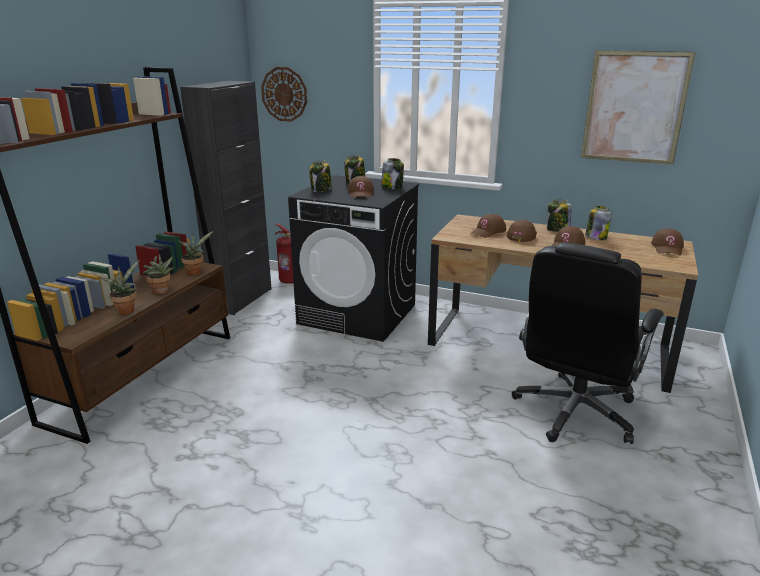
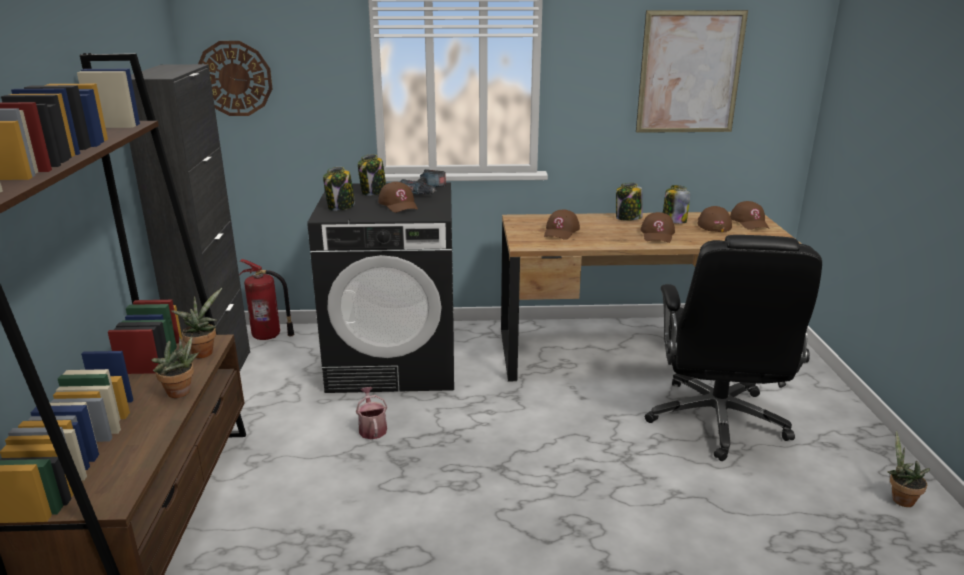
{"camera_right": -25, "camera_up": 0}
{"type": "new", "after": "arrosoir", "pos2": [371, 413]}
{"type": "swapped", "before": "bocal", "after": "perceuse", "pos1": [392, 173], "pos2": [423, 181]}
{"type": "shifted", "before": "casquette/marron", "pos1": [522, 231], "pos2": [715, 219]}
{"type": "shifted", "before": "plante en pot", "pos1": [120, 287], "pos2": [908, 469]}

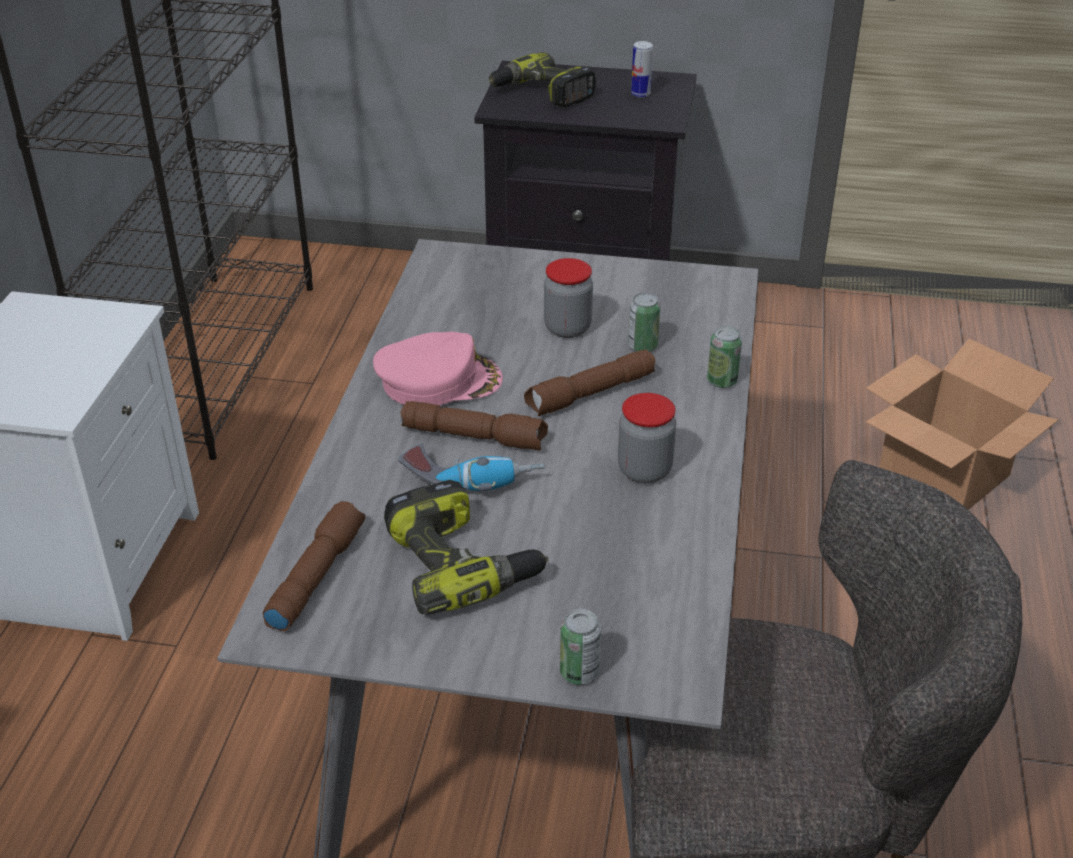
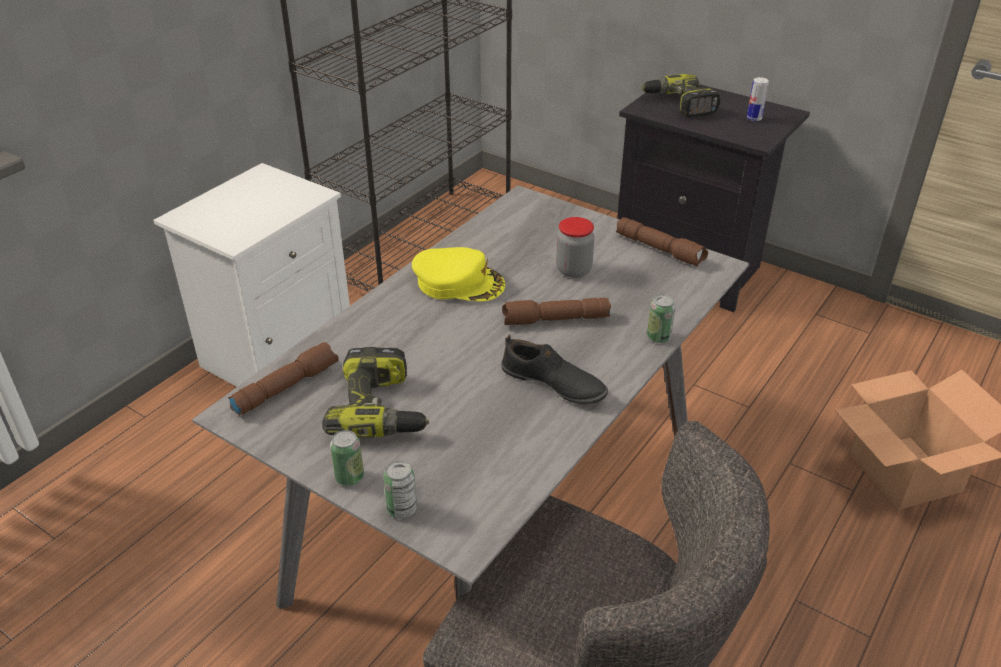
{"camera_right": 25, "camera_up": 0}
{"type": "shifted", "before": "boîte métallique", "pos1": [644, 322], "pos2": [347, 458]}
{"type": "repainted", "before": "casquette/rose", "after": "casquette/jaune", "pos1": [438, 368], "pos2": [458, 274]}
{"type": "swapped", "before": "bocal", "after": "chaussure/noir", "pos1": [647, 438], "pos2": [554, 369]}
{"type": "shifted", "before": "lampe de poche/marron", "pos1": [474, 425], "pos2": [662, 241]}
{"type": "gone", "before": "perceuse", "pos1": [471, 467]}

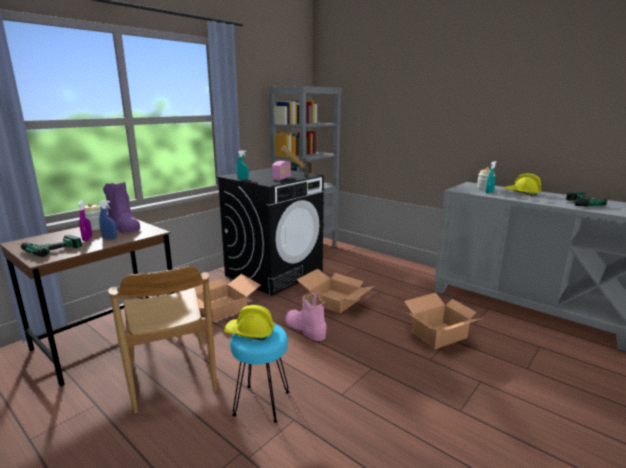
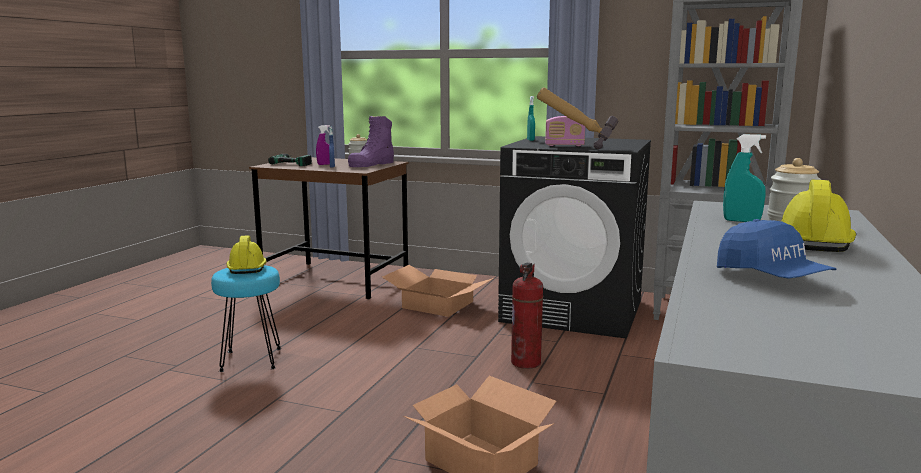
{"camera_right": 70, "camera_up": -5}
{"type": "swapped", "before": "carton", "after": "extincteur", "pos1": [336, 291], "pos2": [527, 316]}
{"type": "swapped", "before": "perceuse", "after": "casquette/bleu", "pos1": [586, 199], "pos2": [776, 249]}
{"type": "gone", "before": "chaise/marron", "pos1": [162, 340]}
{"type": "gone", "before": "botte/rose", "pos1": [305, 317]}

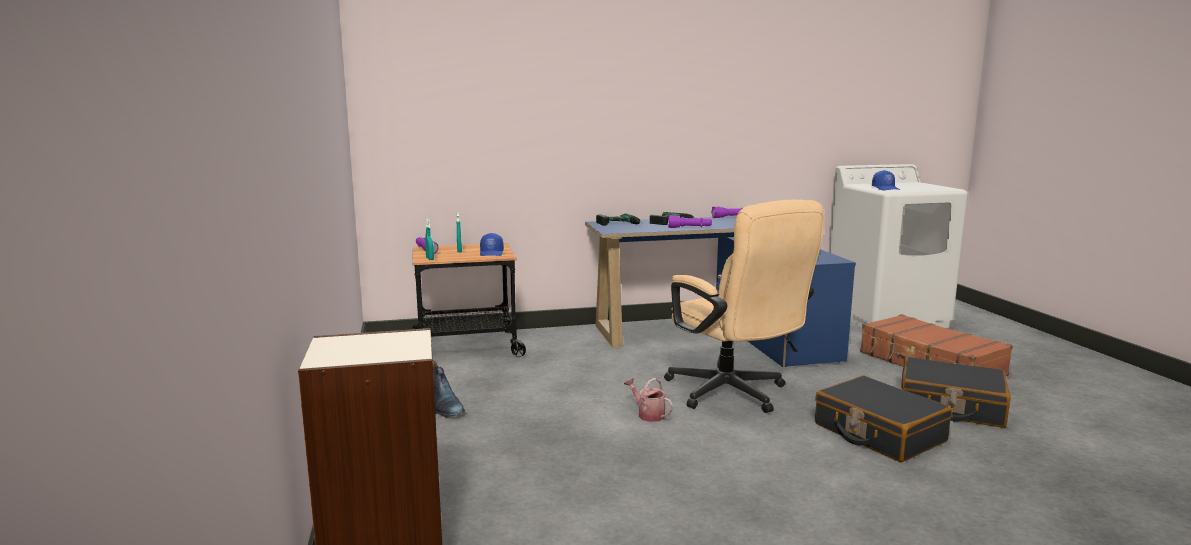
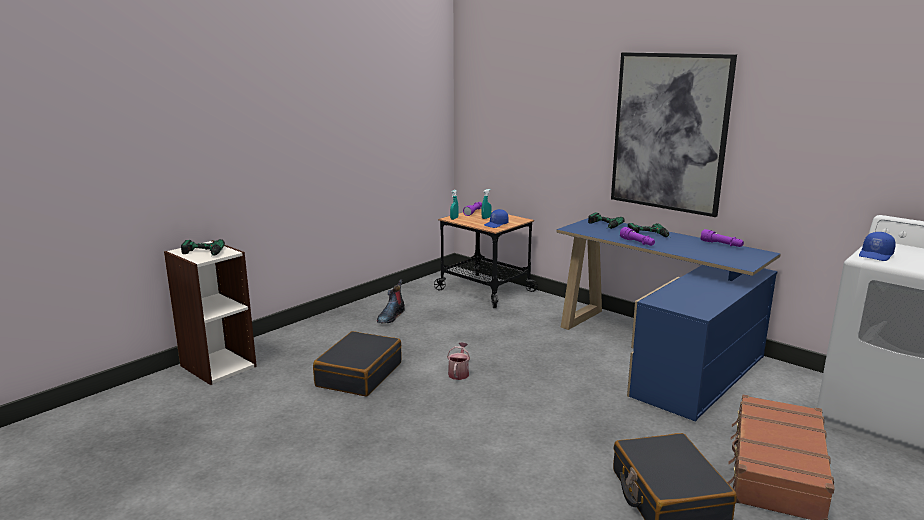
{"camera_right": 55, "camera_up": 5}
{"type": "new", "after": "perceuse", "pos2": [203, 247]}
{"type": "shifted", "before": "valise/noir", "pos1": [883, 419], "pos2": [357, 363]}
{"type": "new", "after": "tableau", "pos2": [674, 134]}
{"type": "gone", "before": "chaise de bureau/beige", "pos1": [744, 306]}

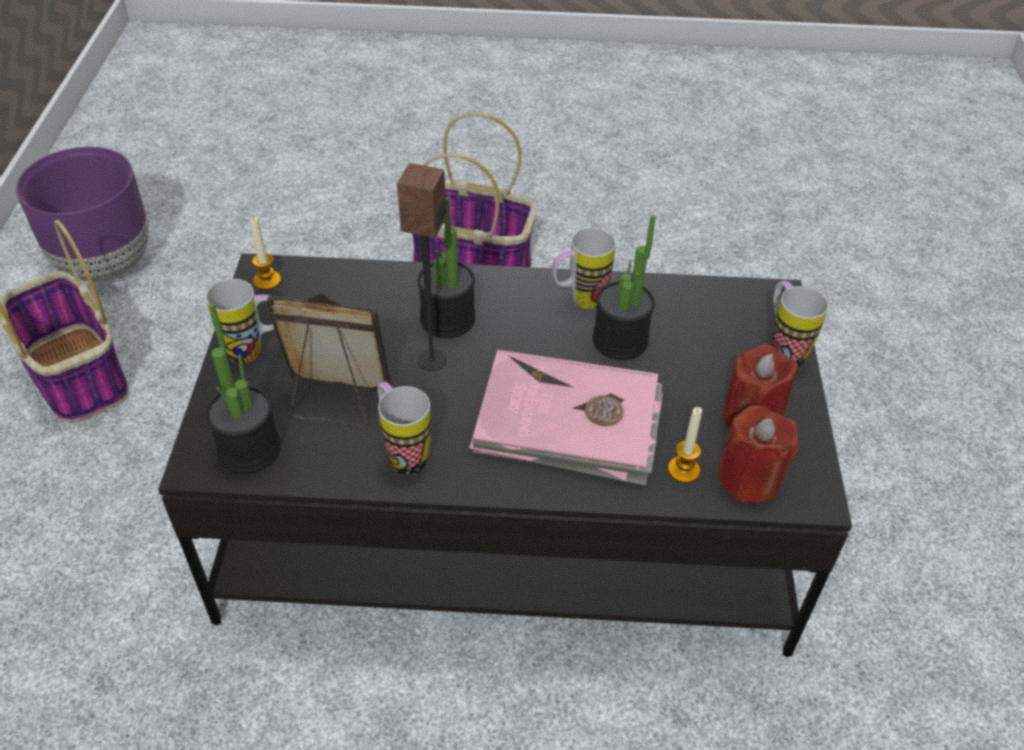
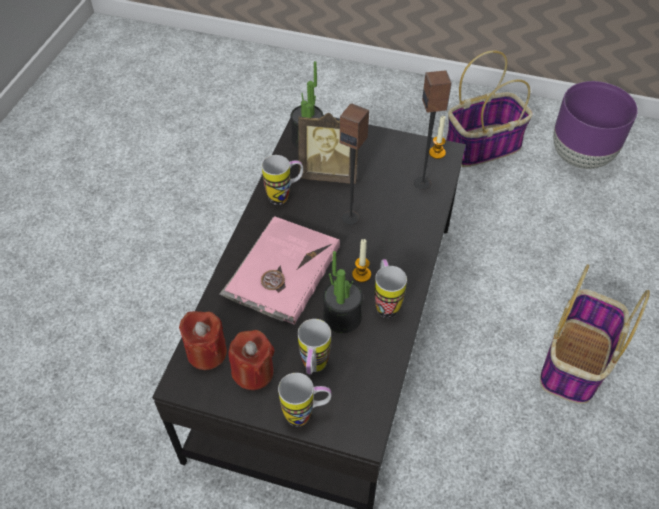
{"camera_right": 105, "camera_up": 5}
{"type": "rotated", "before": "cadre photo", "pos1": [328, 360], "pos2": [328, 148], "turn": 75}
{"type": "shifted", "before": "mug", "pos1": [240, 321], "pos2": [314, 346]}
{"type": "shifted", "before": "bougie", "pos1": [685, 445], "pos2": [361, 260]}
{"type": "new", "after": "enceinte", "pos2": [433, 130]}
{"type": "gone", "before": "plante en pot", "pos1": [446, 267]}

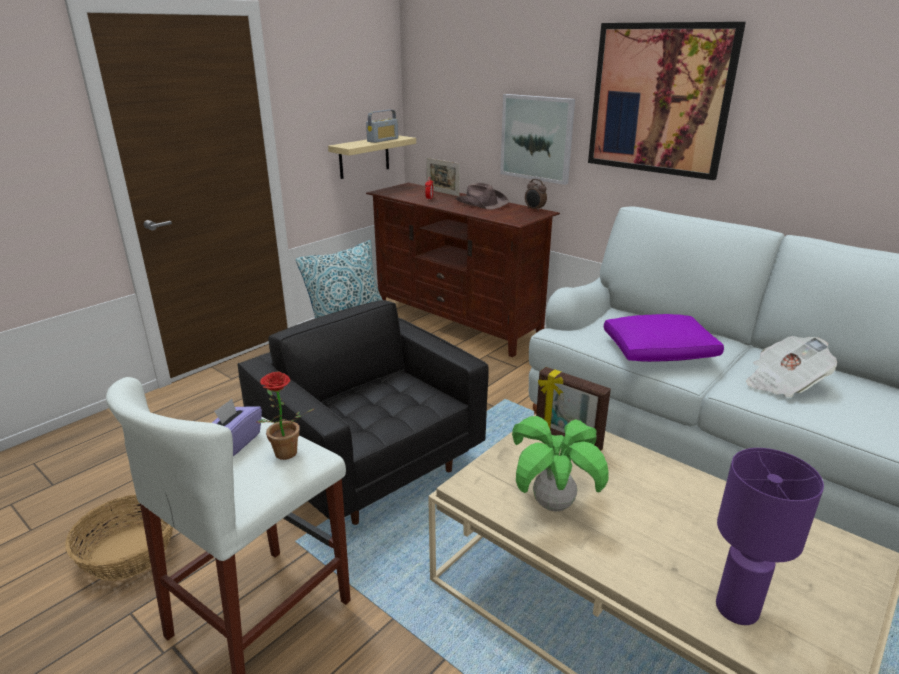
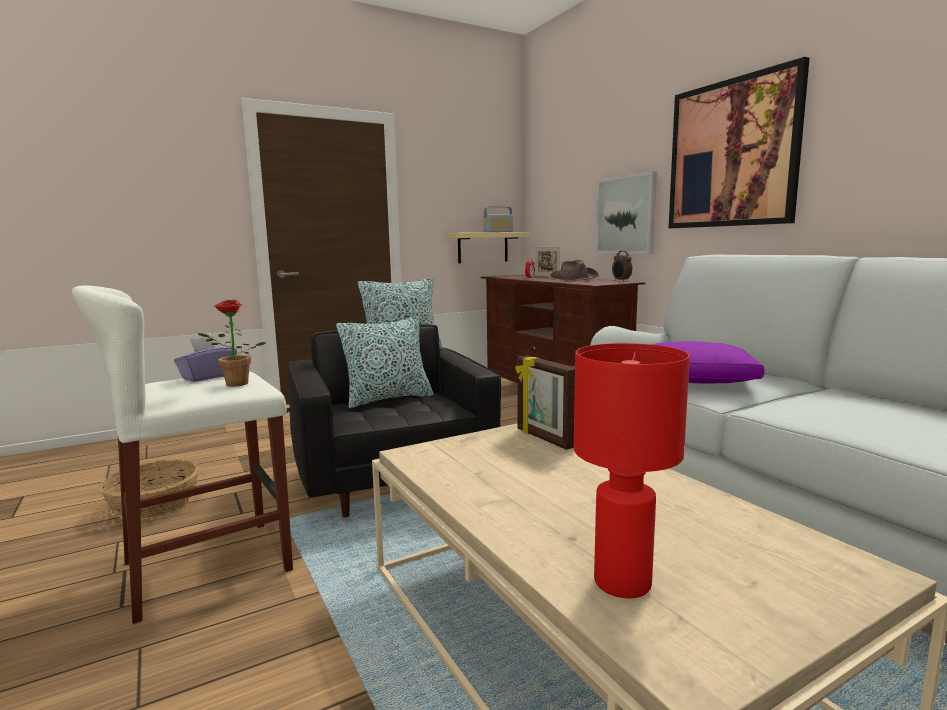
{"camera_right": 20, "camera_up": -15}
{"type": "new", "after": "coussin", "pos2": [384, 362]}
{"type": "repainted", "before": "lampe de table/violet", "after": "lampe de table/rouge", "pos1": [770, 536], "pos2": [632, 470]}
{"type": "gone", "before": "plante en pot", "pos1": [560, 464]}
{"type": "gone", "before": "journal", "pos1": [791, 367]}

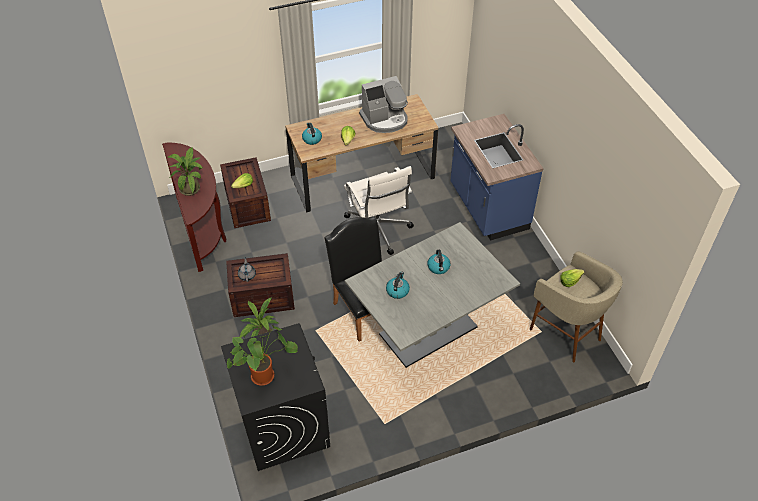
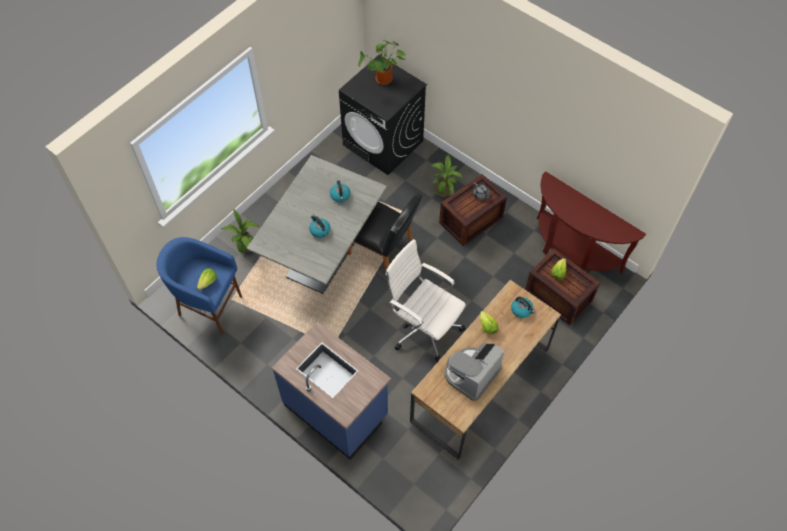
{"camera_right": 150, "camera_up": 10}
{"type": "repainted", "before": "tabouret/beige", "after": "tabouret/bleu", "pos1": [576, 306], "pos2": [199, 285]}
{"type": "shifted", "before": "plante en pot", "pos1": [185, 171], "pos2": [240, 231]}

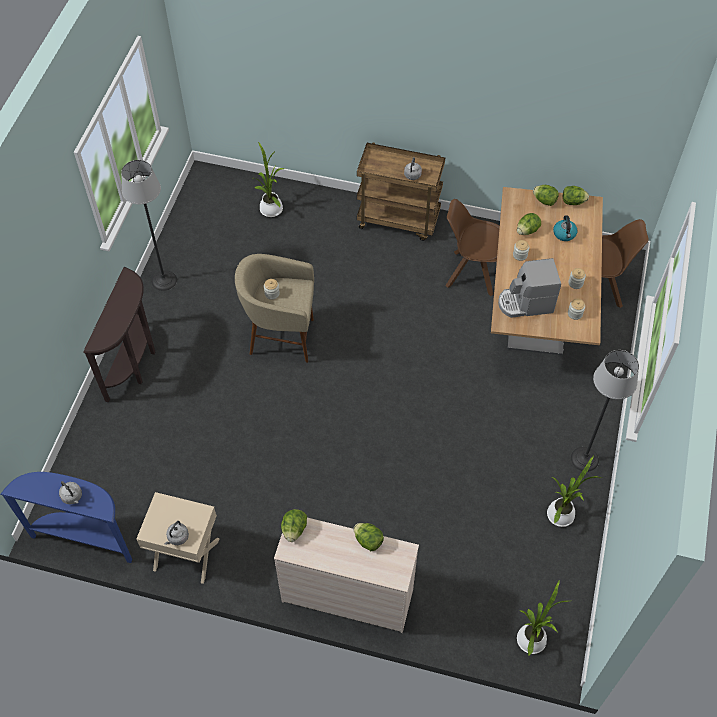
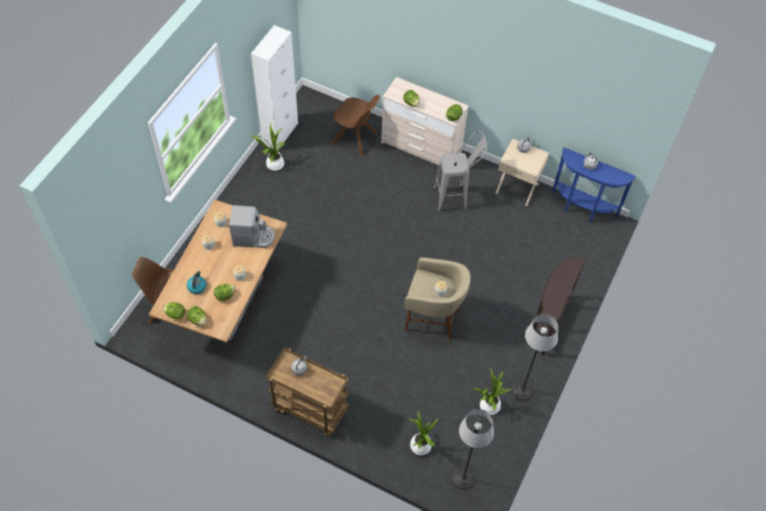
{"camera_right": -170, "camera_up": 0}
{"type": "new", "after": "meuble de rangement/blanc", "pos2": [274, 87]}
{"type": "shifted", "before": "chaise/marron", "pos1": [472, 247], "pos2": [356, 125]}
{"type": "new", "after": "tabouret/gris", "pos2": [460, 171]}
{"type": "shifted", "before": "lampadaire", "pos1": [605, 411], "pos2": [473, 449]}
{"type": "shifted", "before": "plante en pot", "pos1": [542, 619], "pos2": [492, 392]}

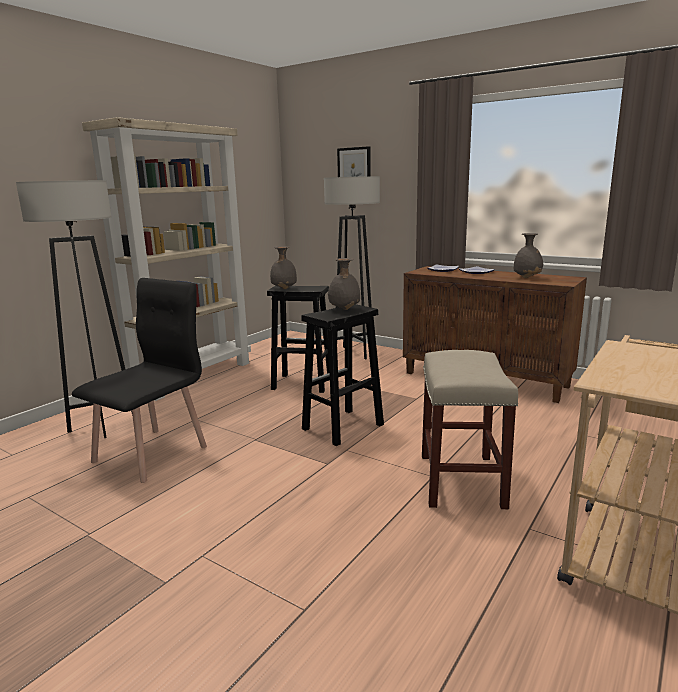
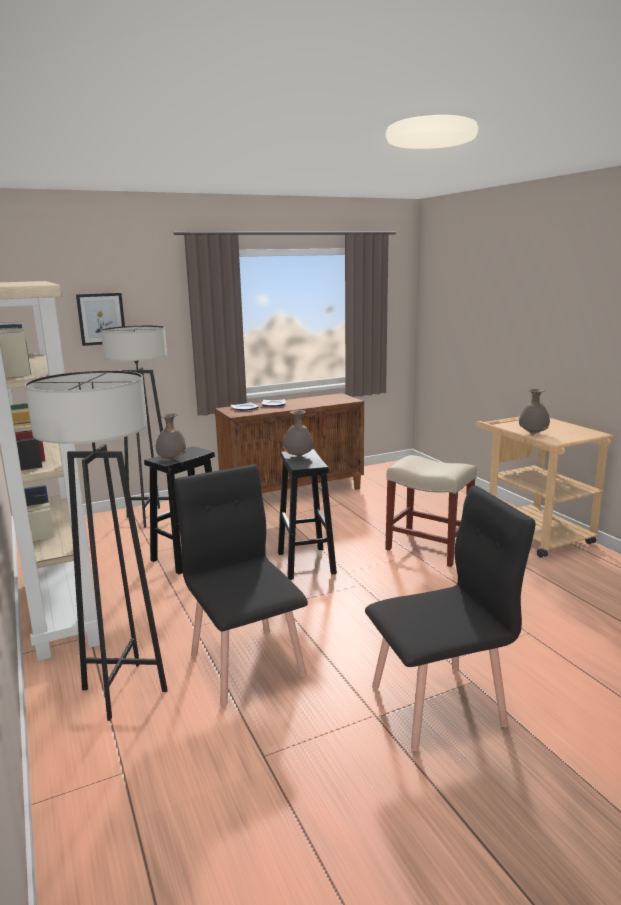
{"camera_right": -60, "camera_up": 0}
{"type": "new", "after": "chaise/noir", "pos2": [450, 618]}
{"type": "shifted", "before": "vase/gris", "pos1": [528, 255], "pos2": [534, 412]}

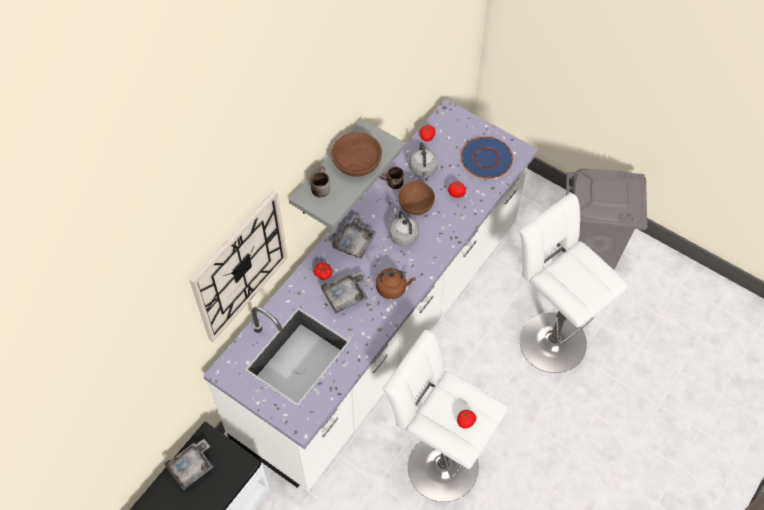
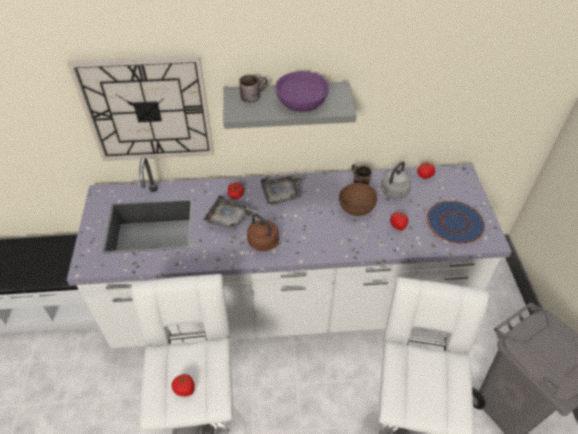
{"camera_right": 50, "camera_up": -10}
{"type": "repainted", "before": "bol/marron", "after": "bol/violet", "pos1": [356, 154], "pos2": [302, 91]}
{"type": "gone", "before": "plateau/gris", "pos1": [188, 464]}
{"type": "gone", "before": "bouilloire/gris", "pos1": [404, 227]}

